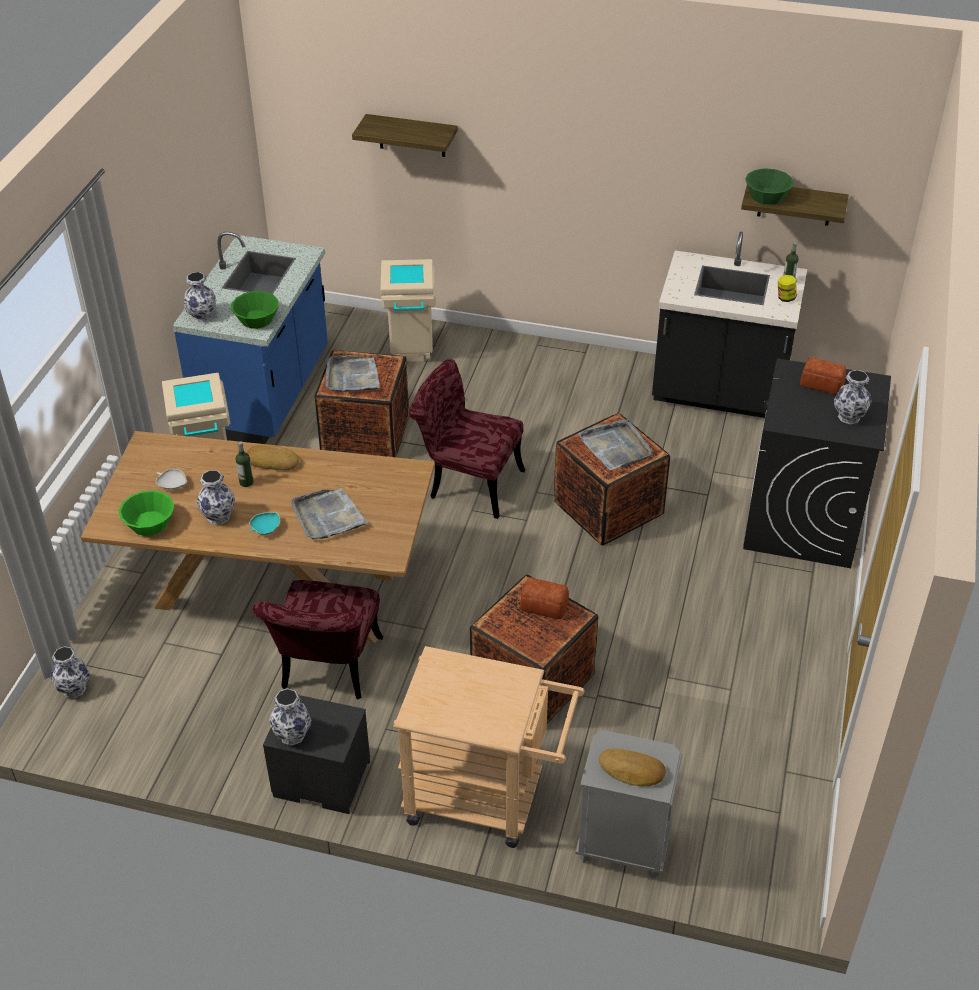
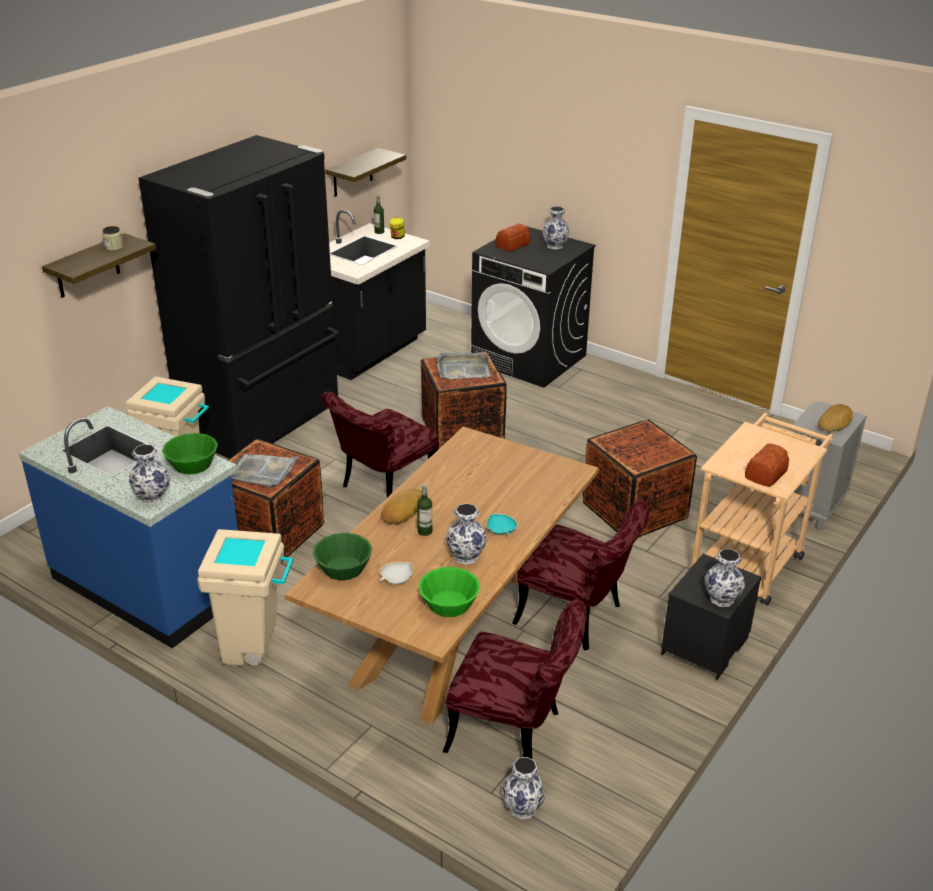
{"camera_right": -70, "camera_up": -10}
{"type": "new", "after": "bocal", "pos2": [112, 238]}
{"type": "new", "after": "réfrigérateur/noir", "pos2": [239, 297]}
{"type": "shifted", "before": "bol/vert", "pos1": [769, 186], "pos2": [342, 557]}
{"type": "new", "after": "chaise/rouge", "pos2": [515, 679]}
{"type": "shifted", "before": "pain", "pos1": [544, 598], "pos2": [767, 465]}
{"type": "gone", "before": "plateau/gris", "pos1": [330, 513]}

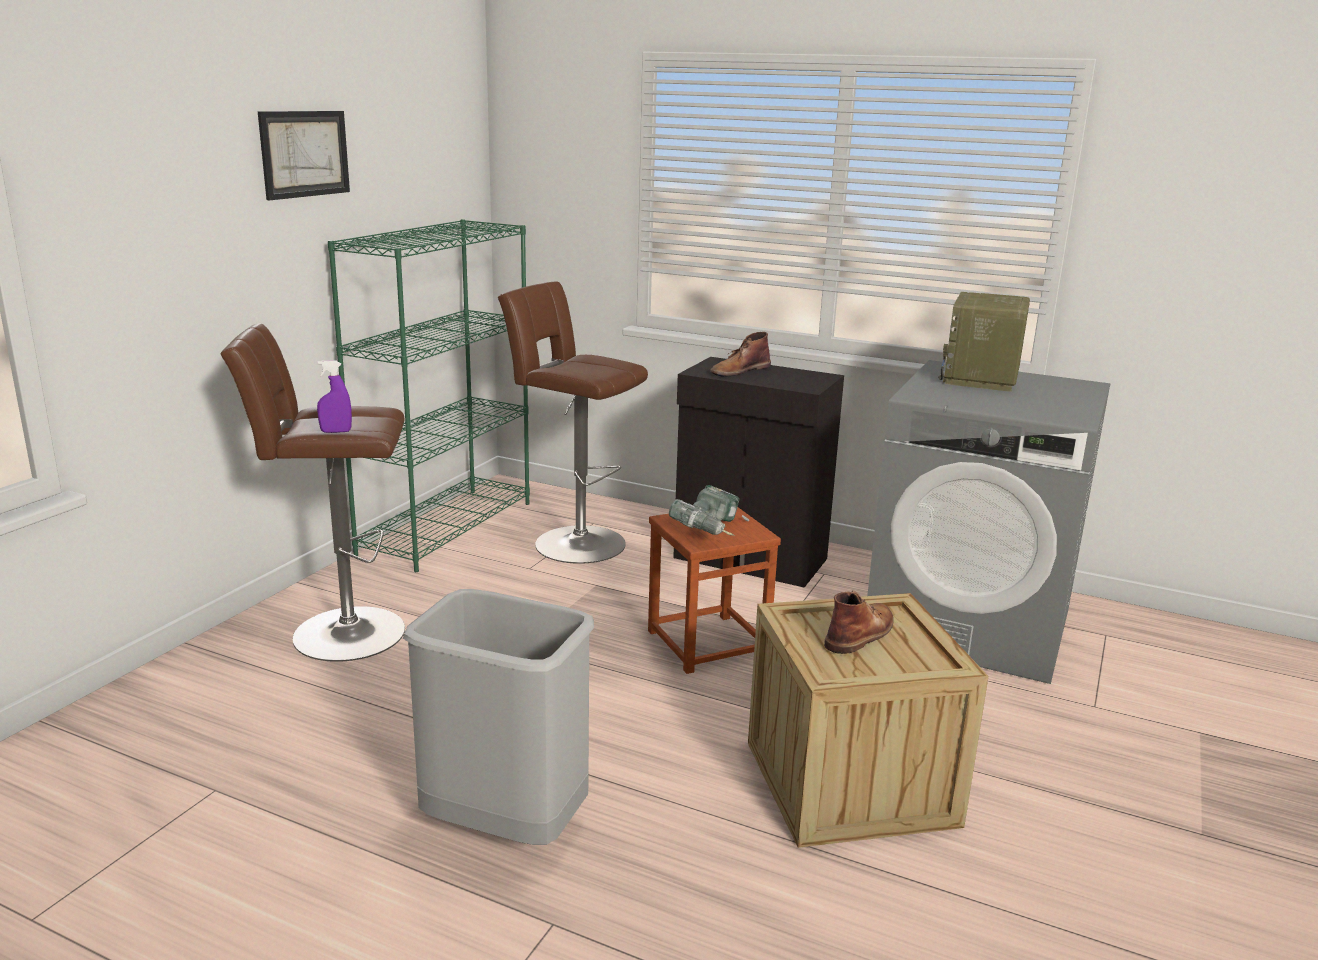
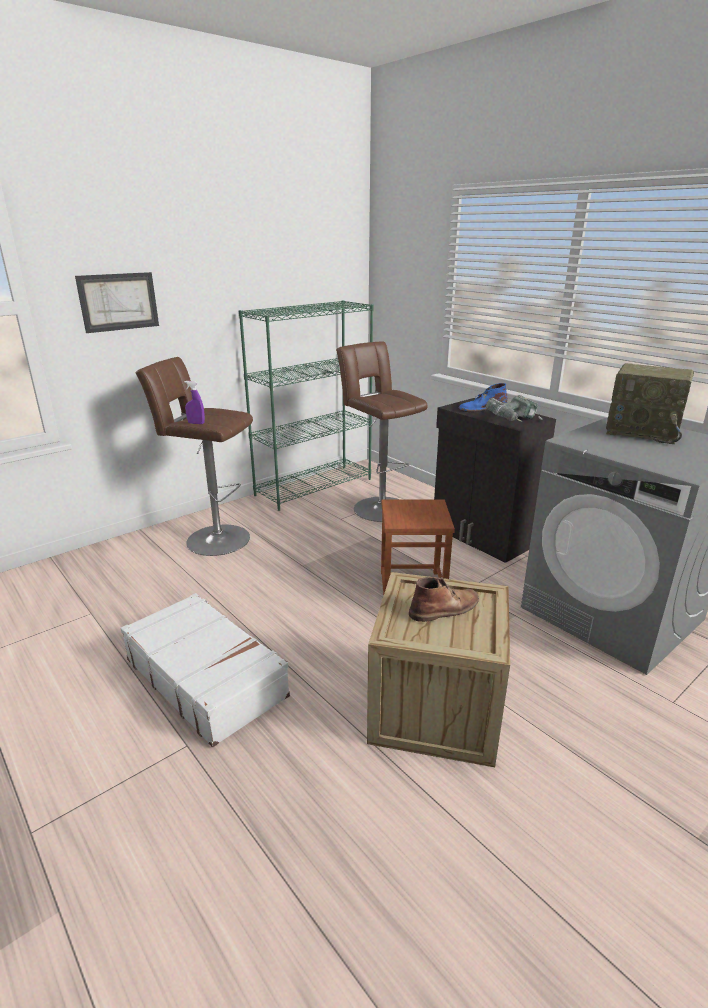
{"camera_right": 25, "camera_up": 5}
{"type": "shifted", "before": "tableau", "pos1": [304, 155], "pos2": [117, 302]}
{"type": "swapped", "before": "poubelle/gris", "after": "valise/blanc", "pos1": [498, 717], "pos2": [205, 670]}
{"type": "repainted", "before": "botte/marron", "after": "botte/bleu", "pos1": [740, 354], "pos2": [483, 397]}
{"type": "shifted", "before": "perceuse", "pos1": [709, 510], "pos2": [514, 408]}
{"type": "rotated", "before": "radio", "pos1": [984, 342], "pos2": [650, 403], "turn": -105}

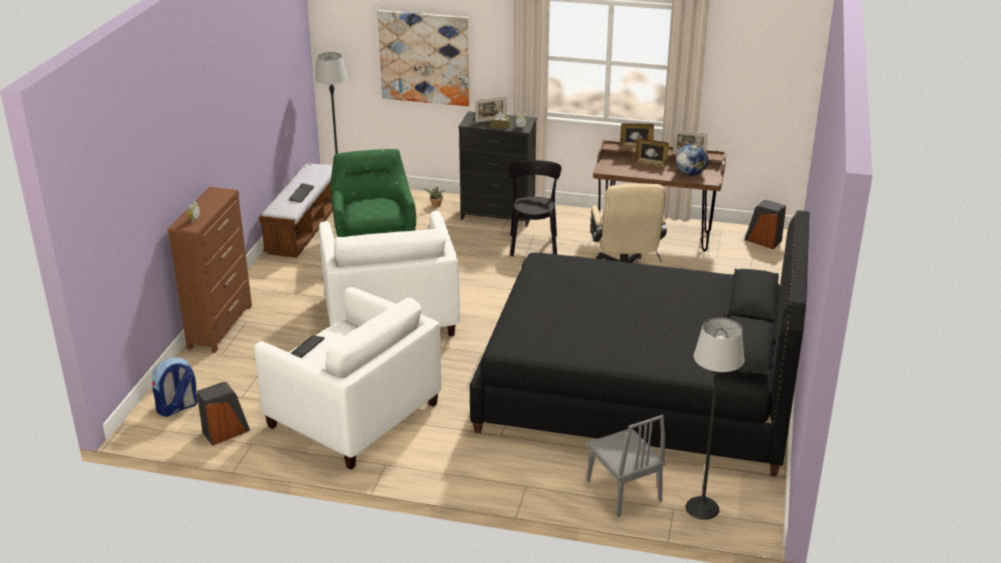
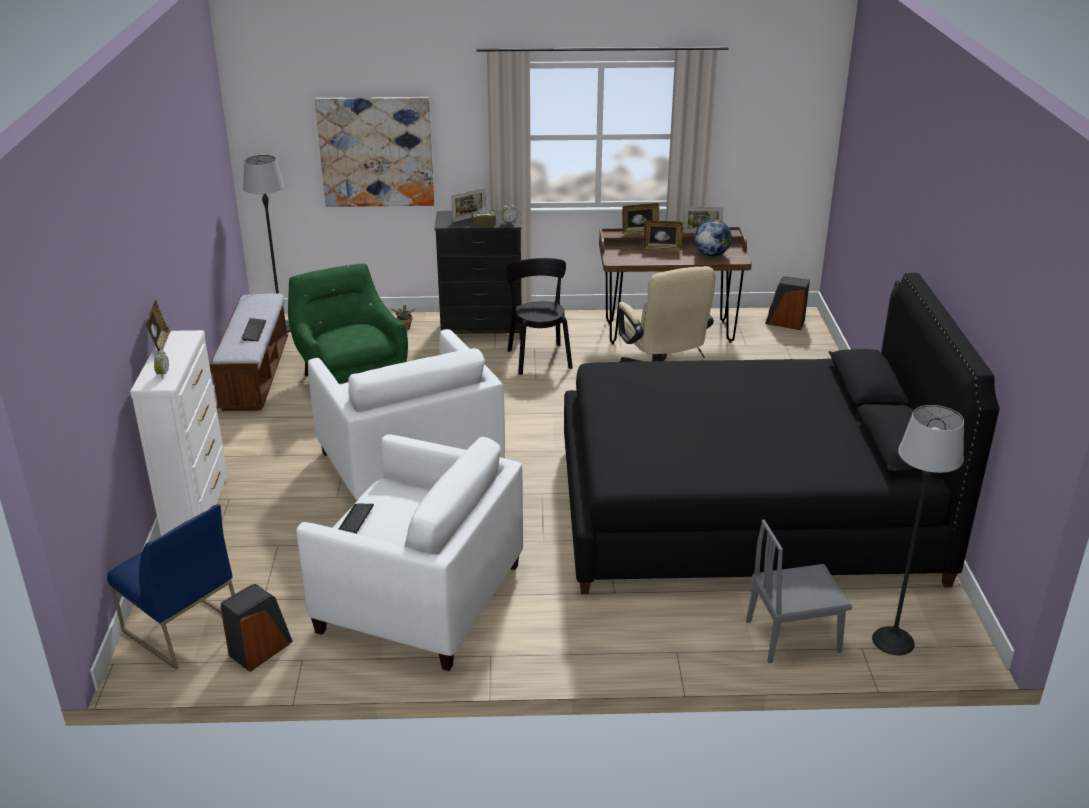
{"camera_right": -15, "camera_up": 0}
{"type": "swapped", "before": "sac à dos", "after": "chaise/bleu", "pos1": [175, 387], "pos2": [171, 587]}
{"type": "repainted", "before": "commode/marron", "after": "commode/blanc", "pos1": [210, 270], "pos2": [179, 433]}
{"type": "new", "after": "cadre photo", "pos2": [158, 325]}
{"type": "rotated", "before": "chaise/gris", "pos1": [626, 466], "pos2": [799, 591], "turn": 120}

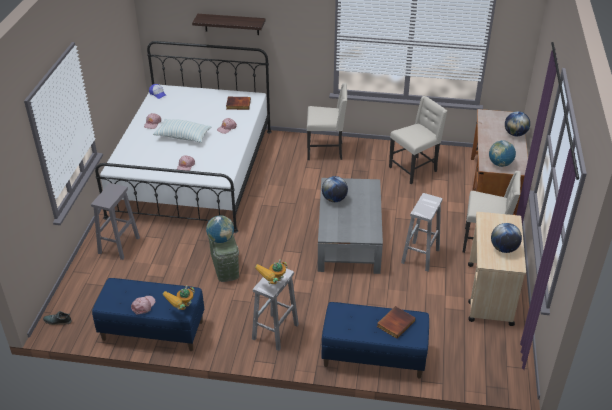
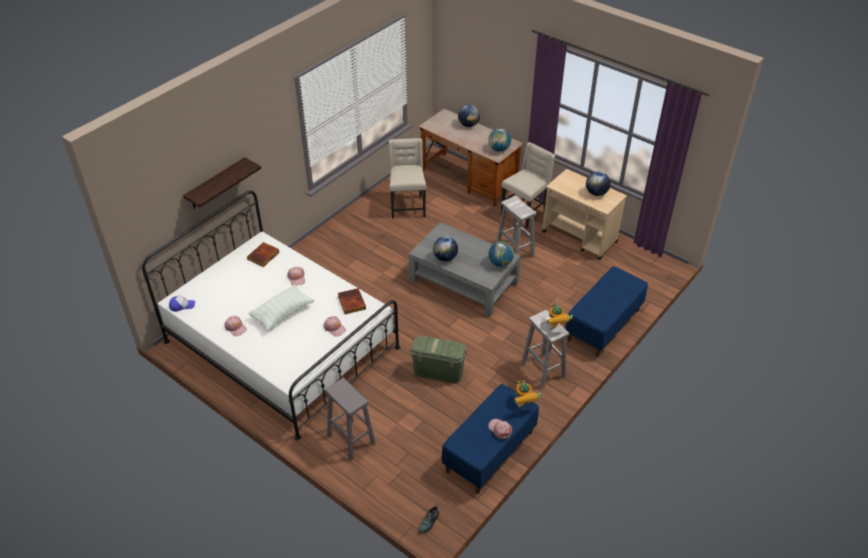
{"camera_right": -60, "camera_up": 5}
{"type": "shifted", "before": "livre", "pos1": [396, 322], "pos2": [352, 301]}
{"type": "shifted", "before": "globe", "pos1": [220, 229], "pos2": [501, 254]}
{"type": "gone", "before": "chaise/beige", "pos1": [327, 121]}

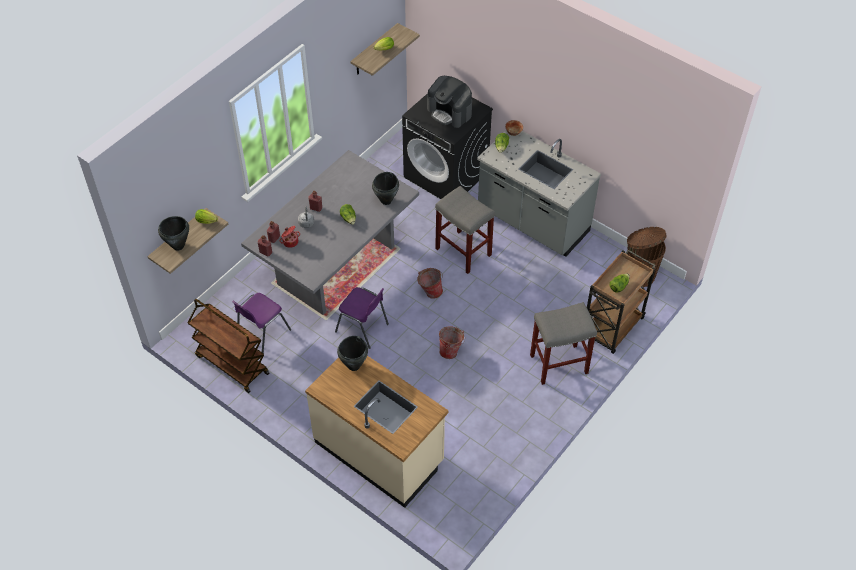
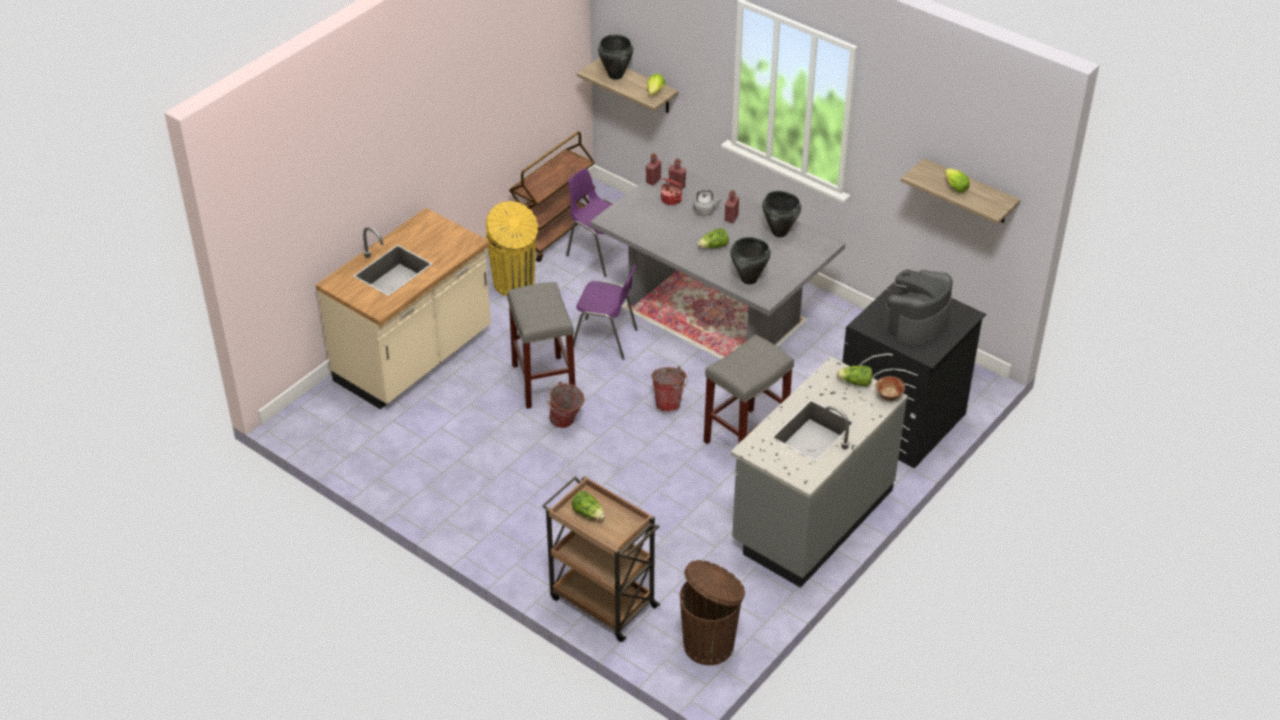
{"camera_right": 90, "camera_up": -10}
{"type": "new", "after": "poubelle/jaune", "pos2": [512, 248]}
{"type": "shifted", "before": "tabouret/gris", "pos1": [563, 343], "pos2": [541, 345]}
{"type": "rotated", "before": "chaise/violet", "pos1": [362, 318], "pos2": [605, 312], "turn": -105}
{"type": "shifted", "before": "marmite/noir", "pos1": [352, 353], "pos2": [781, 214]}

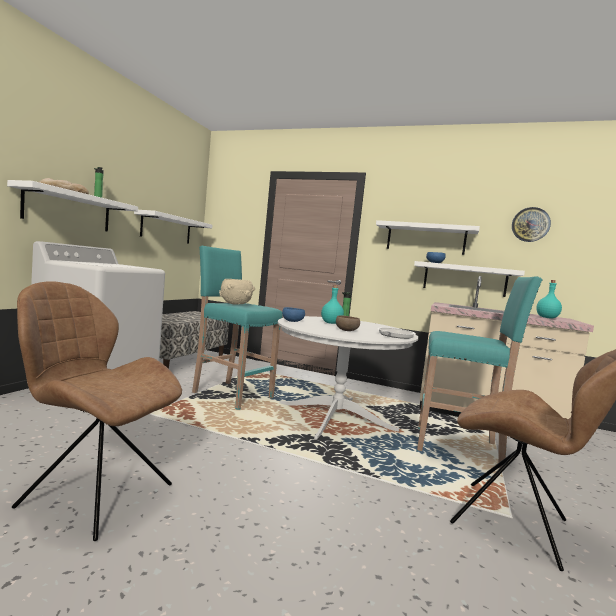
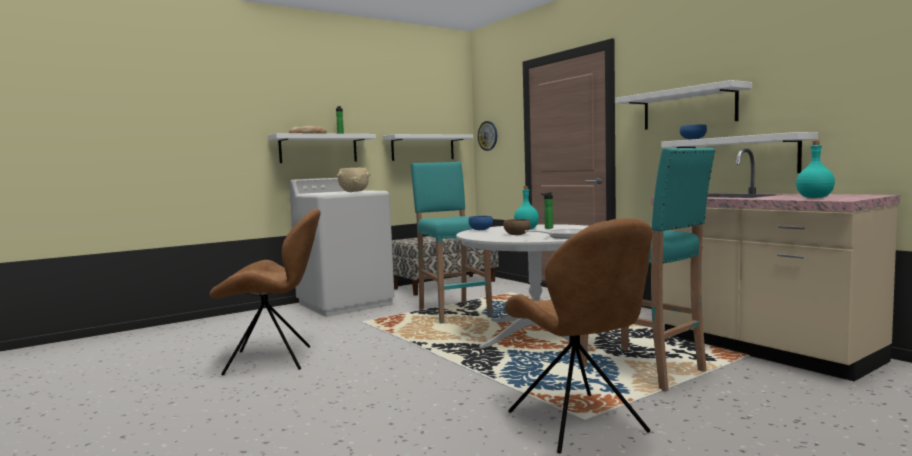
{"camera_right": 35, "camera_up": 0}
{"type": "rotated", "before": "chaise/marron", "pos1": [97, 411], "pos2": [265, 291], "turn": 120}
{"type": "shifted", "before": "bol/beige", "pos1": [237, 292], "pos2": [353, 180]}
{"type": "shifted", "before": "horloge murale", "pos1": [531, 224], "pos2": [487, 136]}

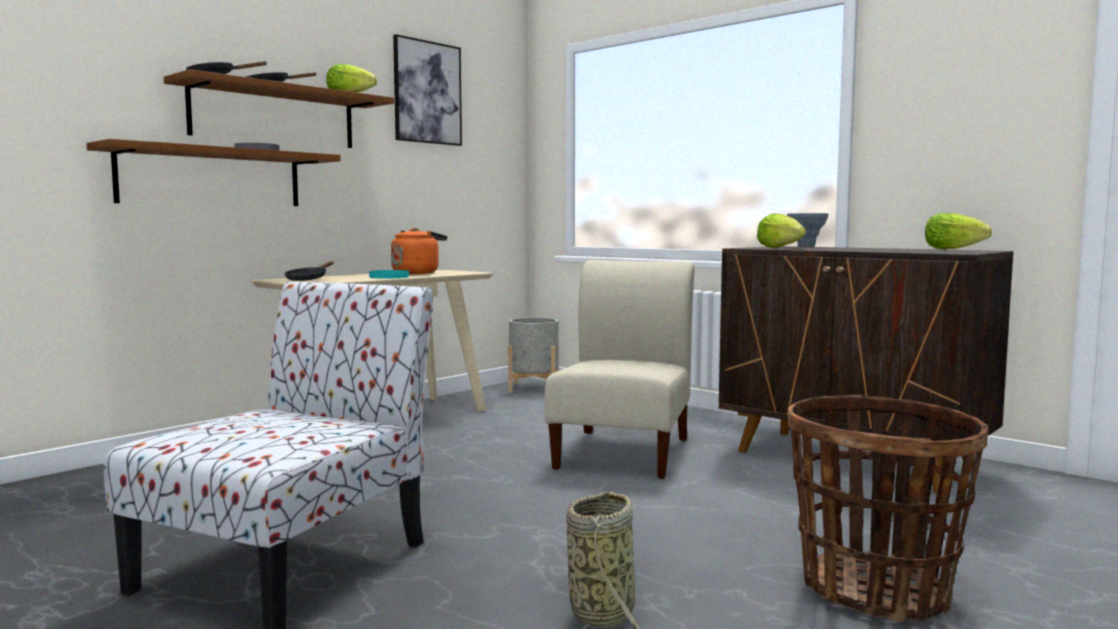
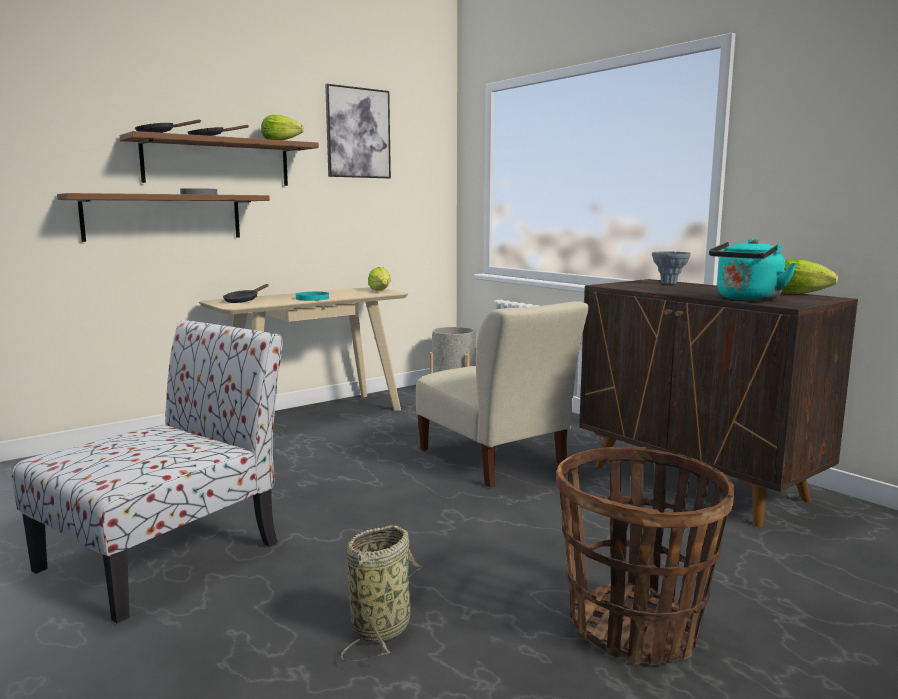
{"camera_right": 10, "camera_up": 5}
{"type": "shifted", "before": "laitue", "pos1": [781, 230], "pos2": [379, 279]}
{"type": "rotated", "before": "chaise/beige", "pos1": [620, 369], "pos2": [502, 394], "turn": 120}
{"type": "new", "after": "bouilloire/turquoise", "pos2": [753, 270]}
{"type": "gone", "before": "bouilloire/orange", "pos1": [419, 251]}

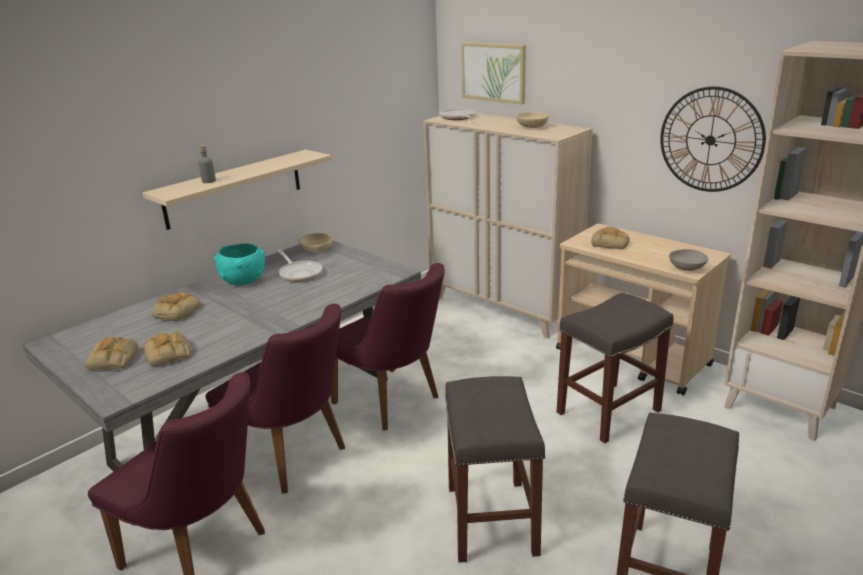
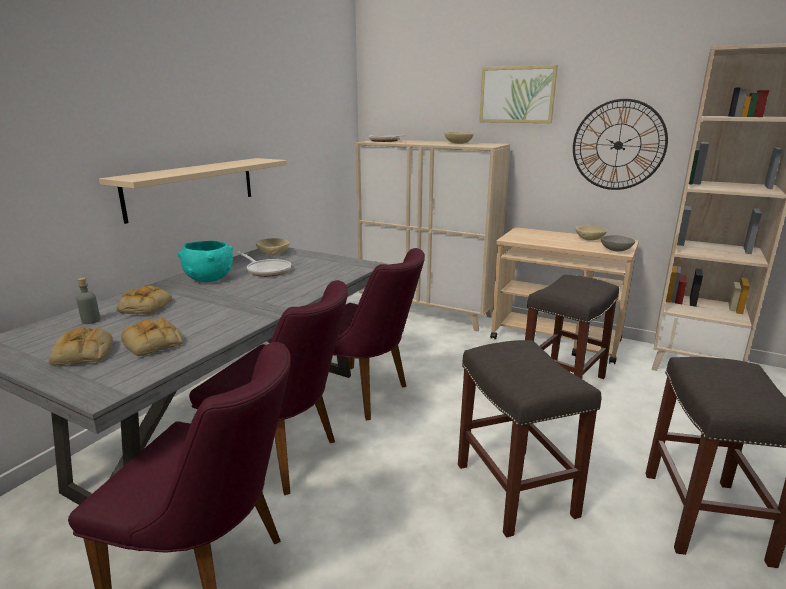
{"camera_right": -15, "camera_up": -5}
{"type": "shifted", "before": "bouteille/gris", "pos1": [207, 164], "pos2": [88, 301]}
{"type": "shifted", "before": "tableau", "pos1": [493, 73], "pos2": [518, 94]}
{"type": "new", "after": "bol/beige", "pos2": [591, 233]}
{"type": "gone", "before": "pain", "pos1": [610, 237]}

